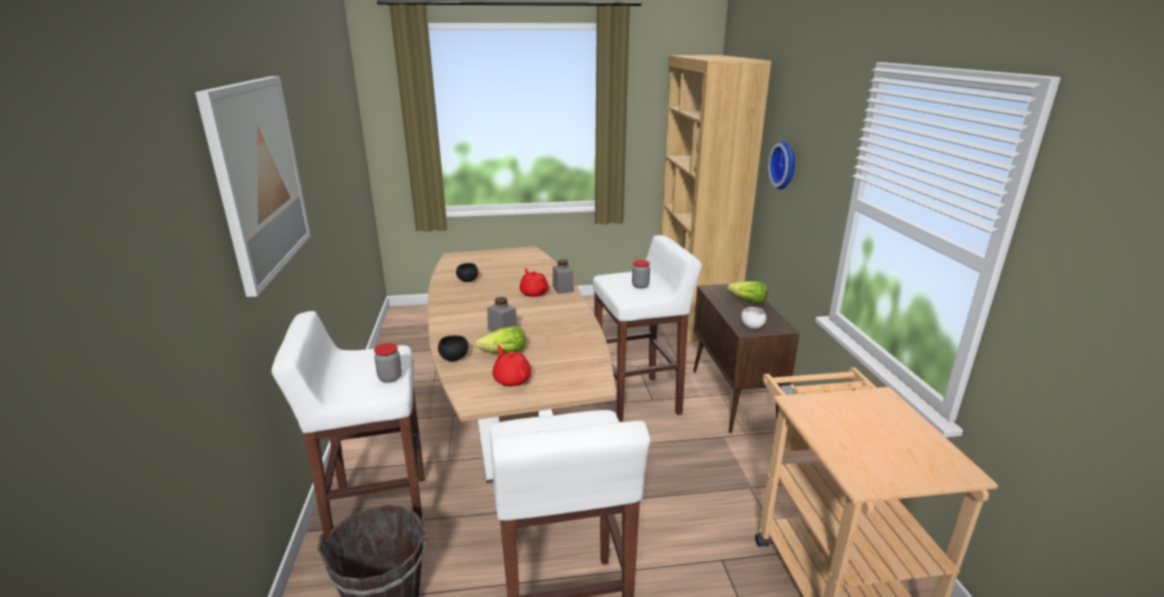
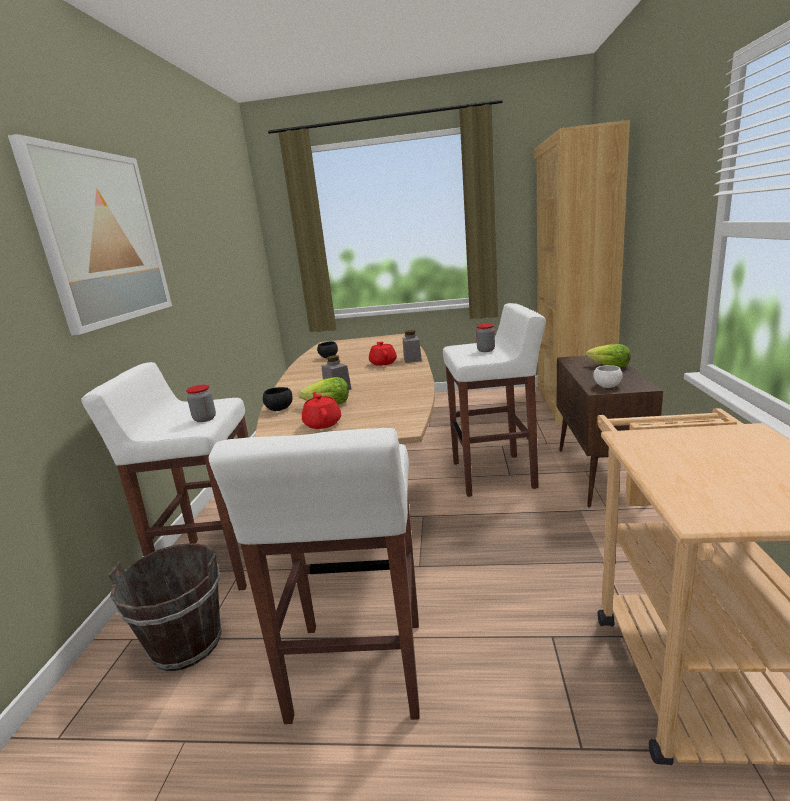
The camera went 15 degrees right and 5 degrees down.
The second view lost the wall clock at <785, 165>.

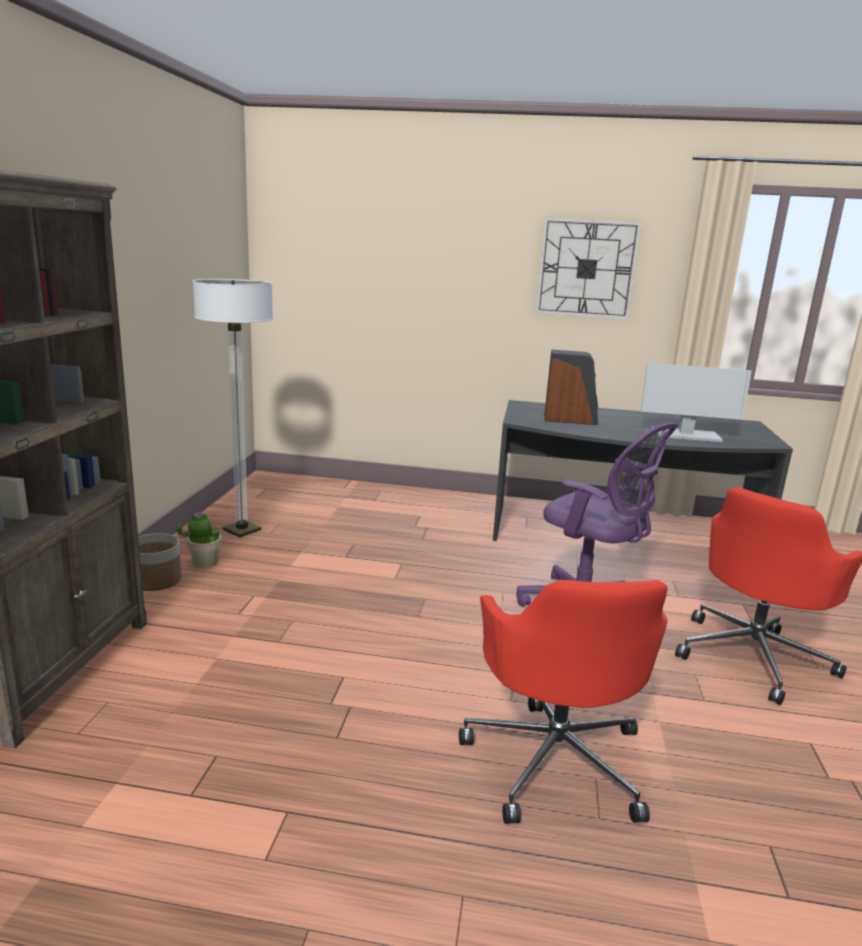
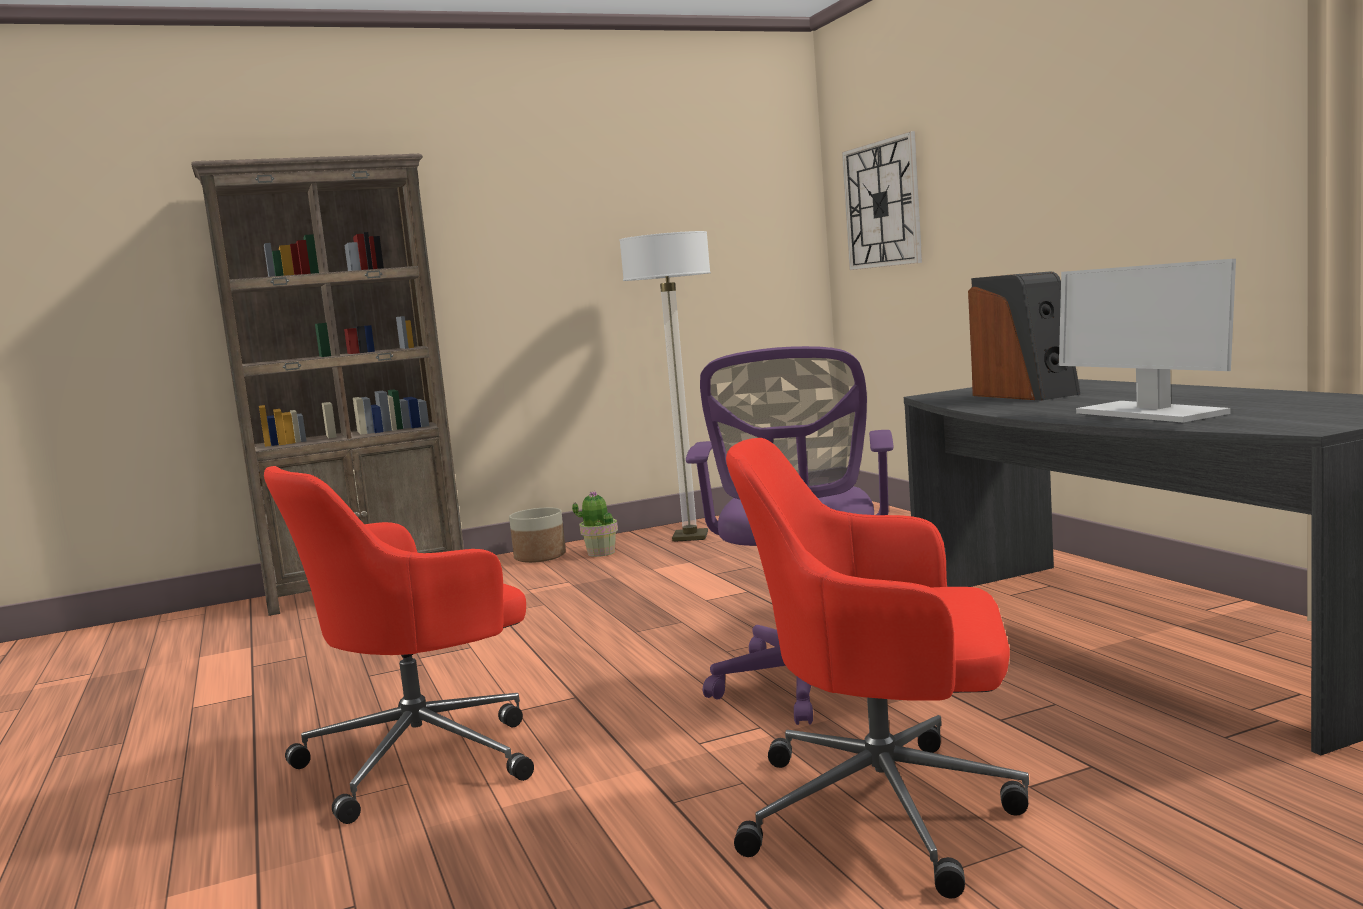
The camera went 60 degrees right and 10 degrees down.
The wall clock ended up elsewhere, having gone from <586, 269> to <882, 204>.

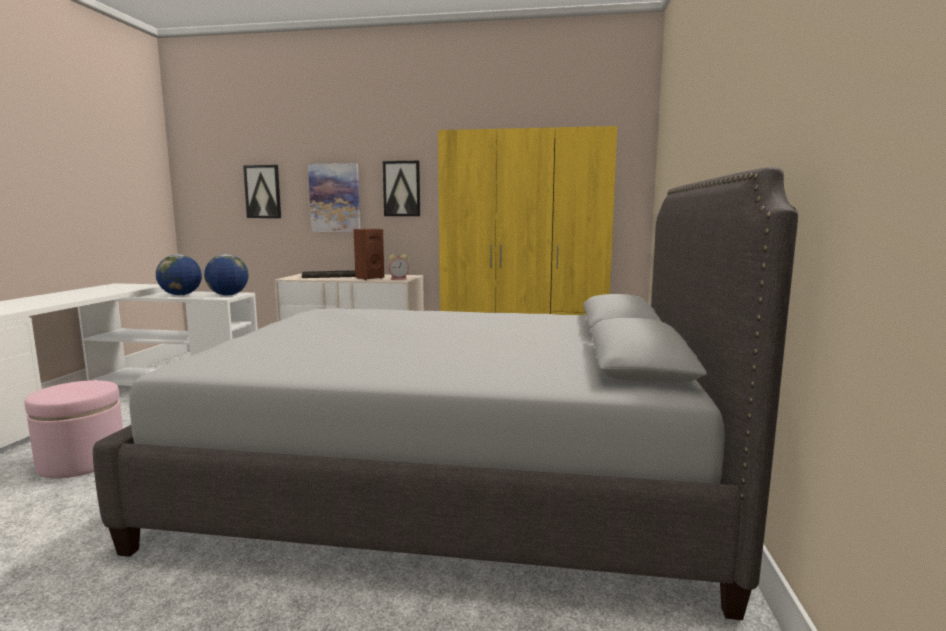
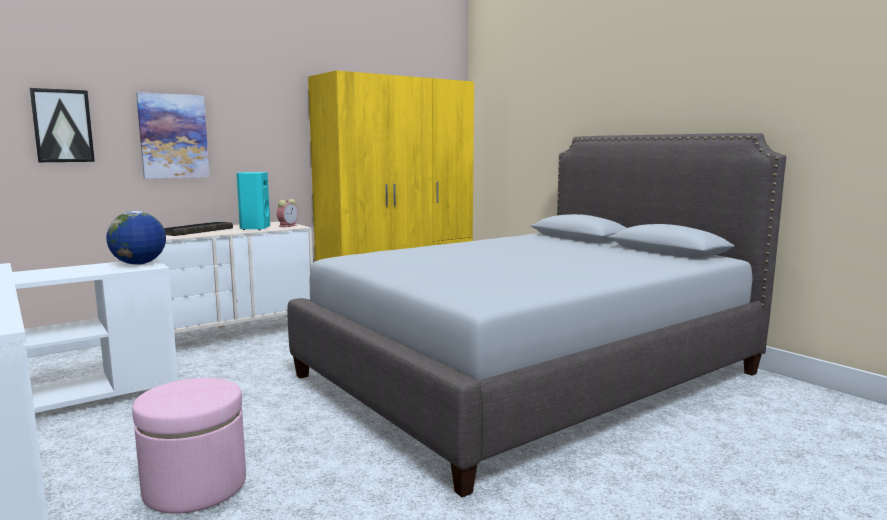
The camera went 45 degrees left and 0 degrees up.
What was the loudspeaker in brown-coloured at <369, 278> turned into the loudspeaker in turquoise-coloured at <254, 228>.
The second view lost the world globe at <181, 295>.
The second view lost the wall art at <402, 188>.

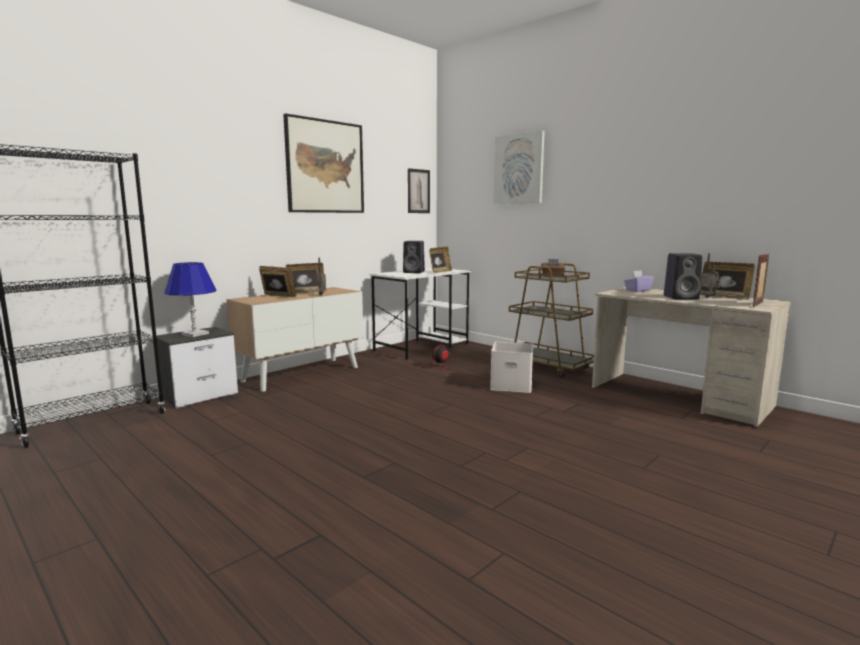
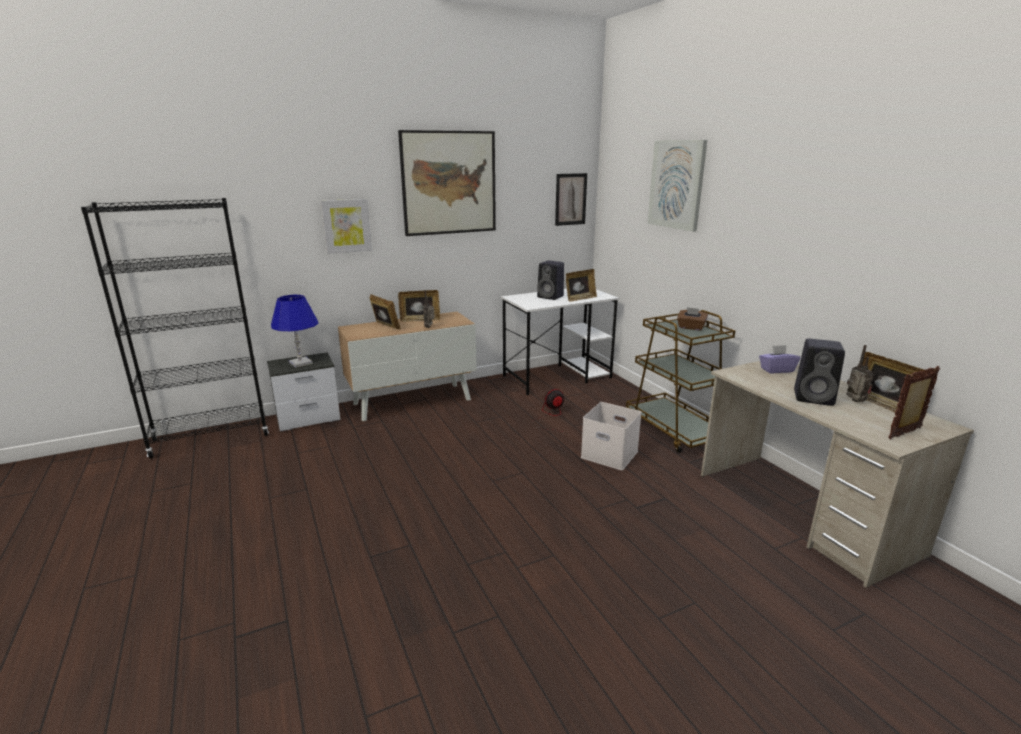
The camera went 20 degrees right and 10 degrees up.
The second view gained the wall art at <346, 226>.

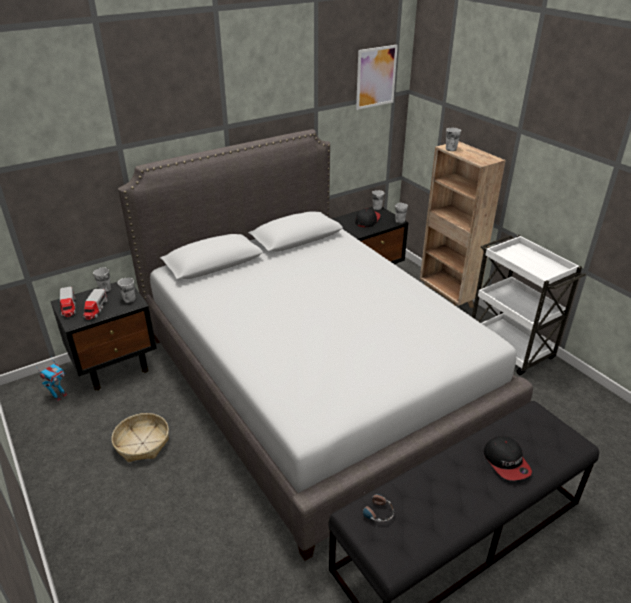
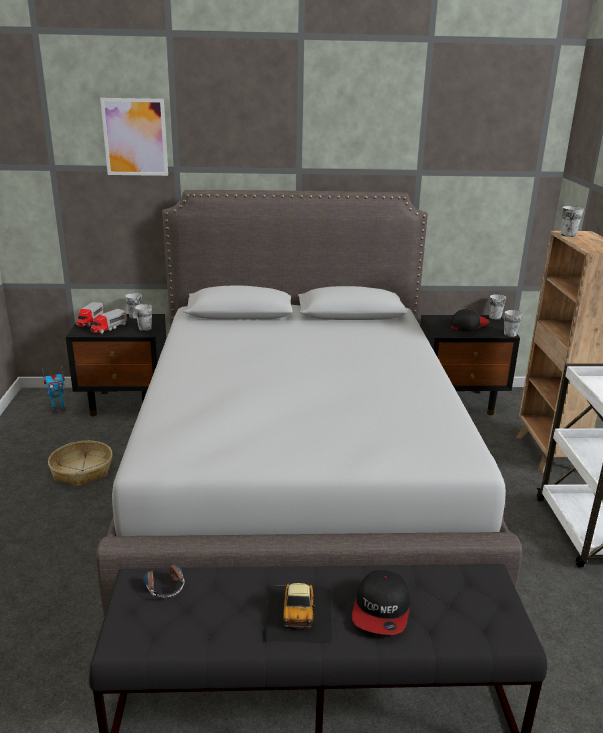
The camera went 30 degrees right and 10 degrees down.
The wall art ended up elsewhere, having gone from <376, 77> to <135, 137>.
The second view gained the miniature car at <299, 612>.

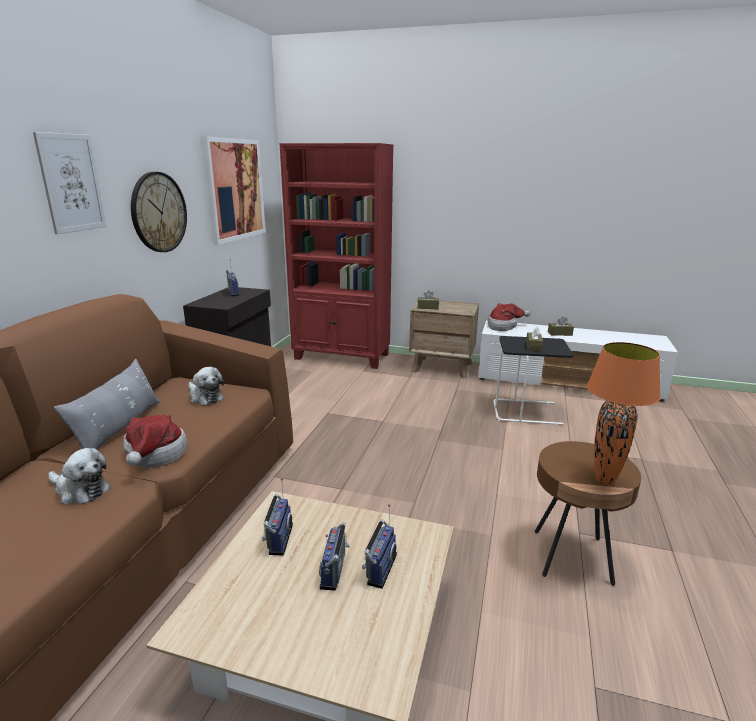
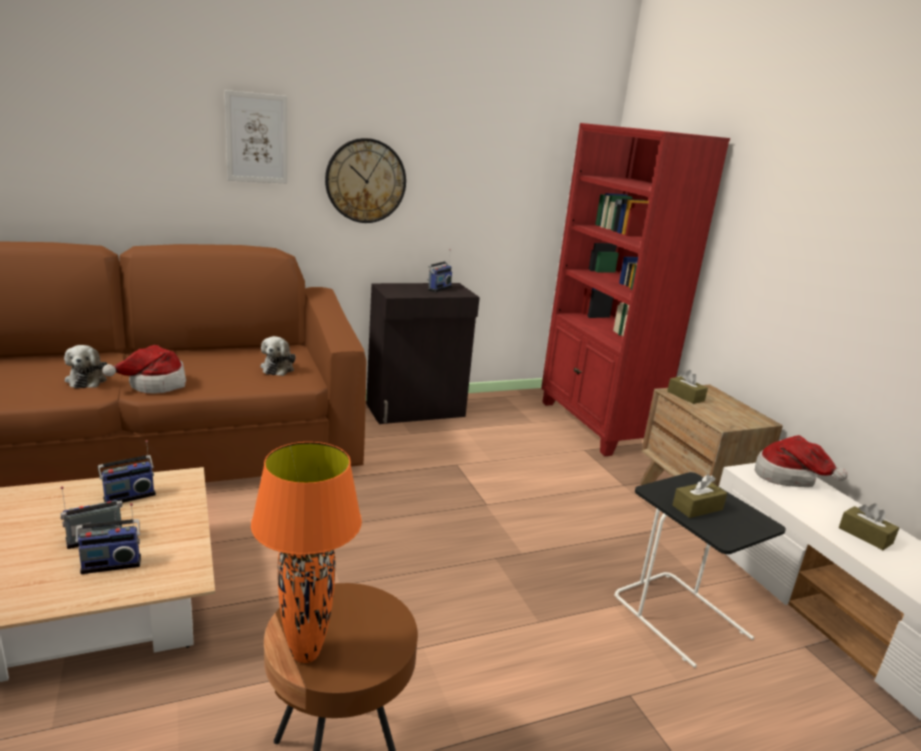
The camera went 50 degrees right and 0 degrees up.
The second view lost the cushion in gray at <119, 428>.
The second view lost the wall art at <235, 189>.

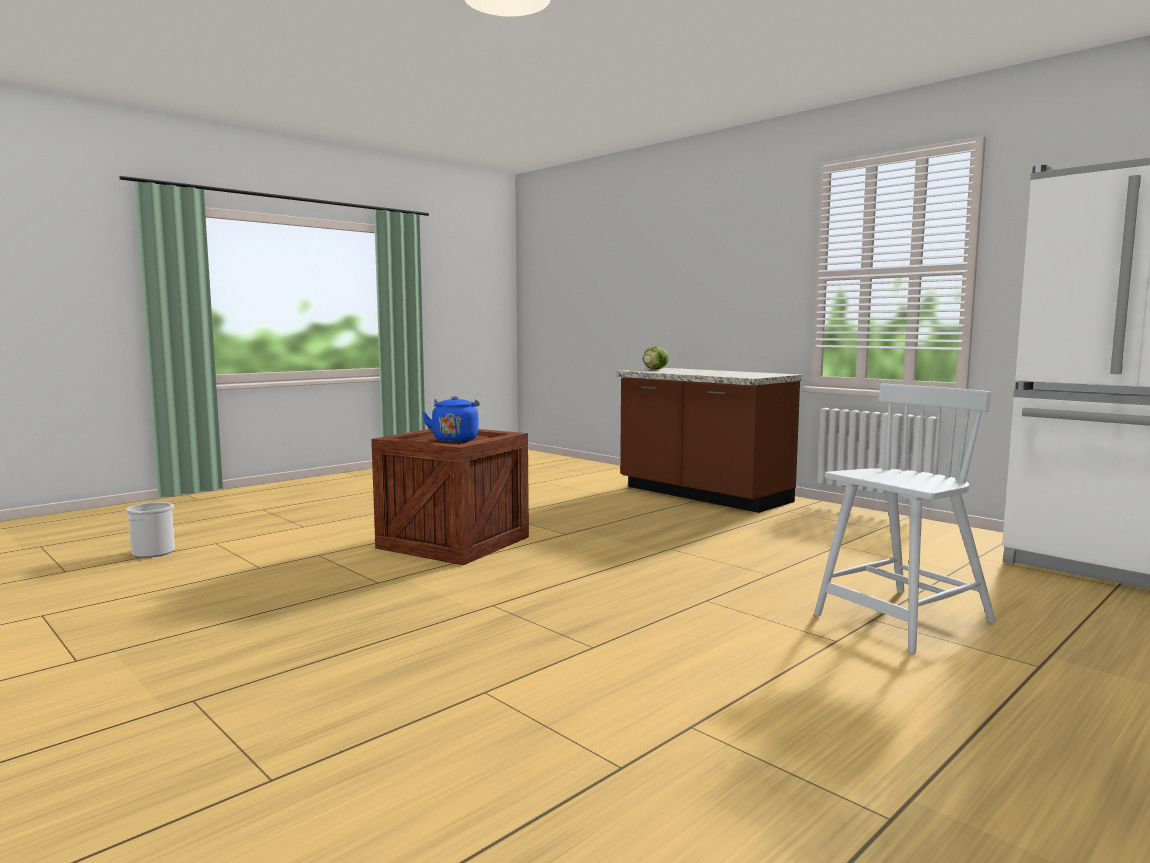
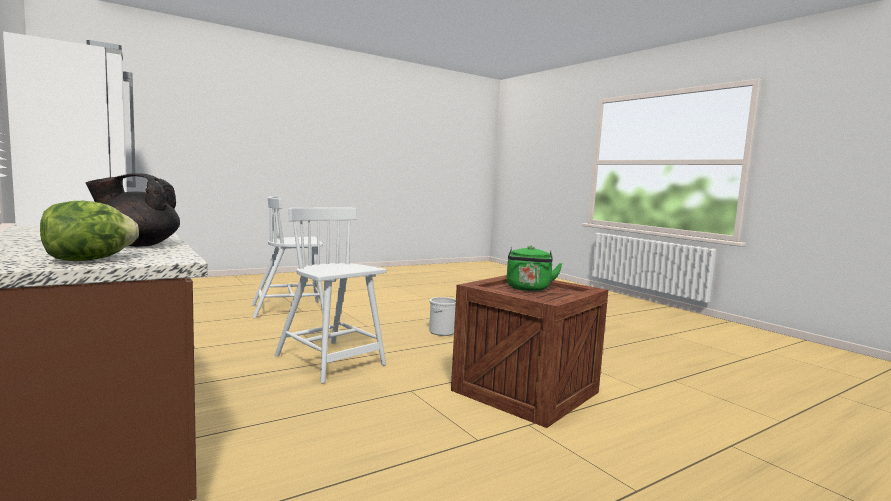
The camera went 170 degrees left and 0 degrees up.
The second view gained the tea pot in blackish at <138, 244>.
The second view gained the chair in whitish at <330, 361>.
The pail ended up elsewhere, having gone from <153, 552> to <442, 332>.
What was the kettle in blue at <455, 440> turned into the kettle in green-coloured at <528, 289>.

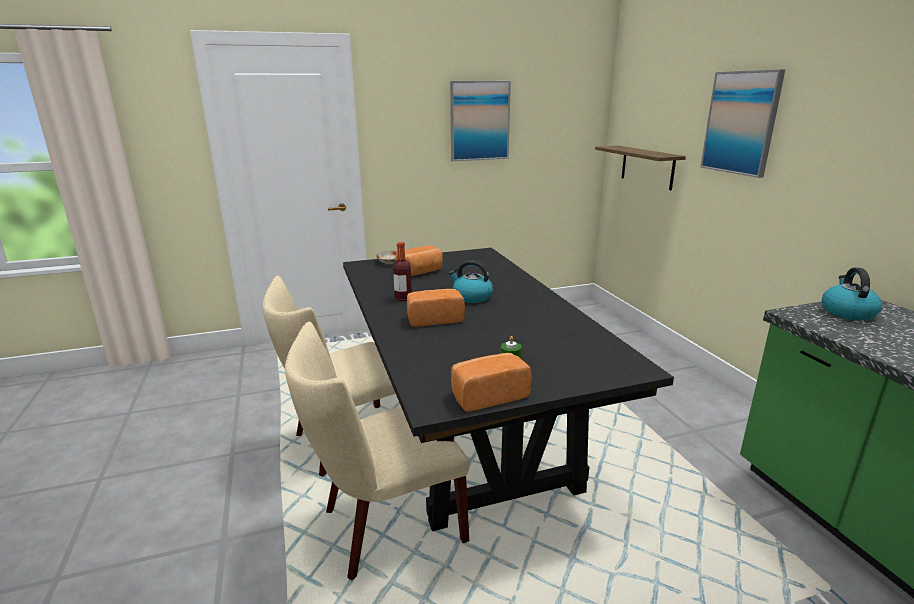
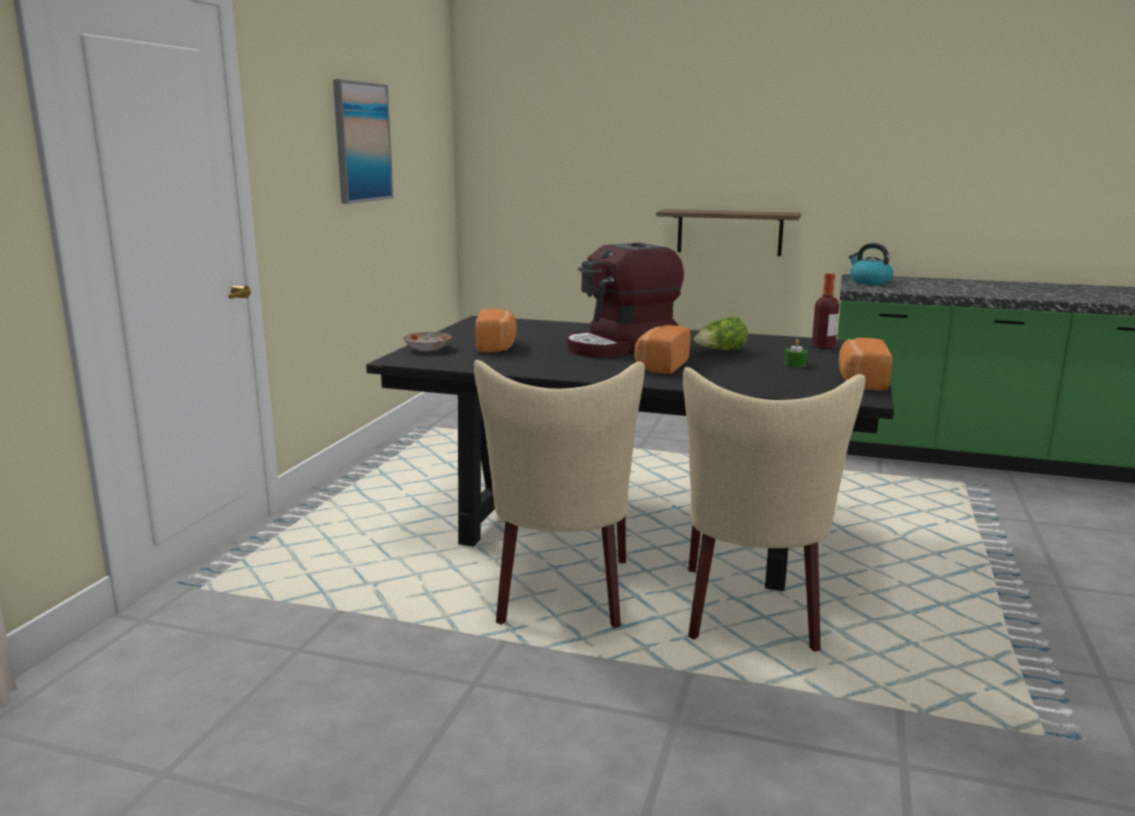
The camera went 55 degrees left and 5 degrees down.
Where the kettle stood at <471, 297>, the coffee brewer came to stand at <621, 347>.
The shelf ended up elsewhere, having gone from <647, 167> to <729, 232>.
The second view gained the lettuce head at <720, 351>.
The drink bottle ended up elsewhere, having gone from <403, 298> to <823, 346>.
The second view lost the wall art at <741, 123>.

